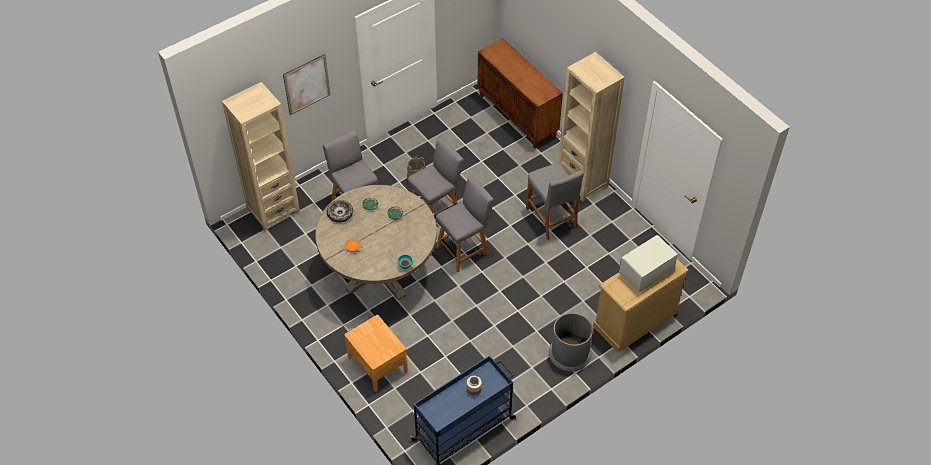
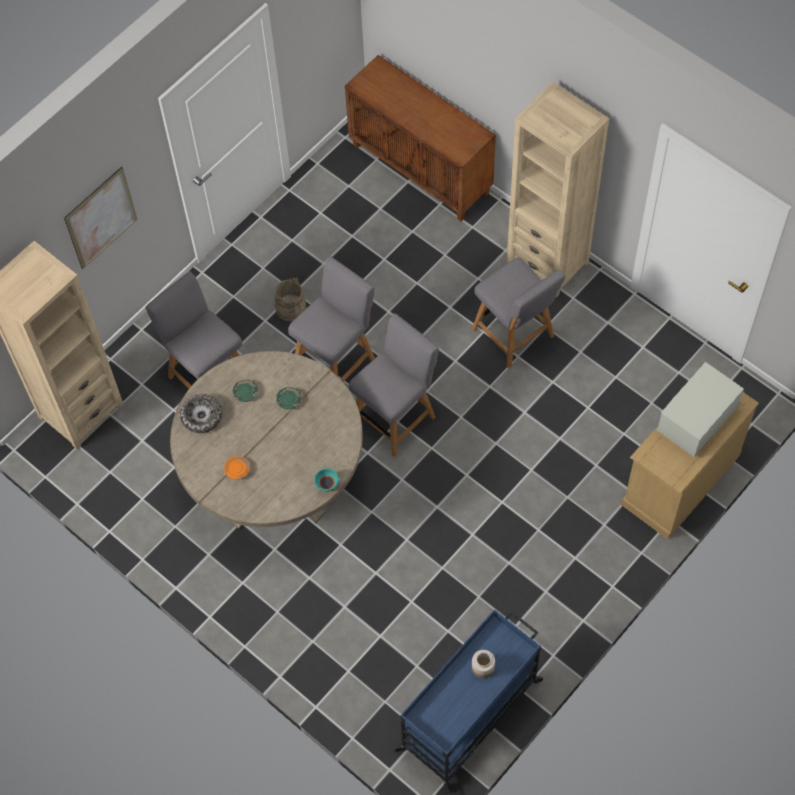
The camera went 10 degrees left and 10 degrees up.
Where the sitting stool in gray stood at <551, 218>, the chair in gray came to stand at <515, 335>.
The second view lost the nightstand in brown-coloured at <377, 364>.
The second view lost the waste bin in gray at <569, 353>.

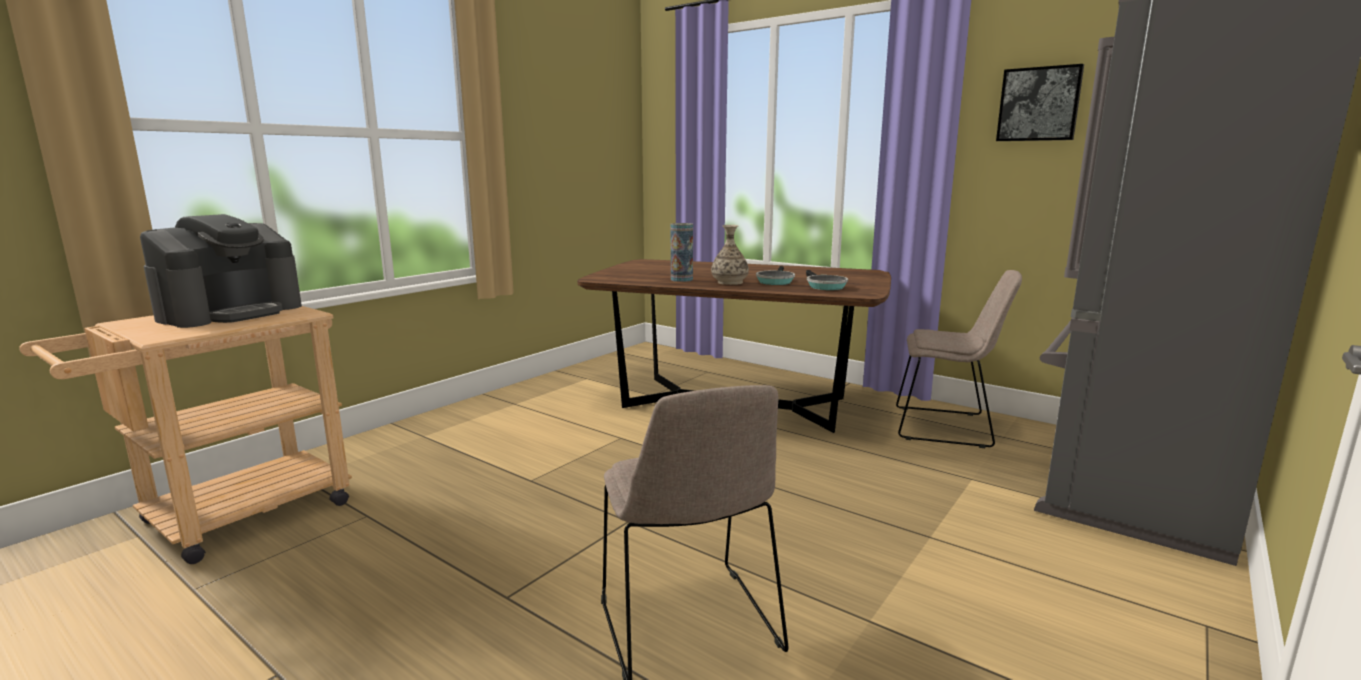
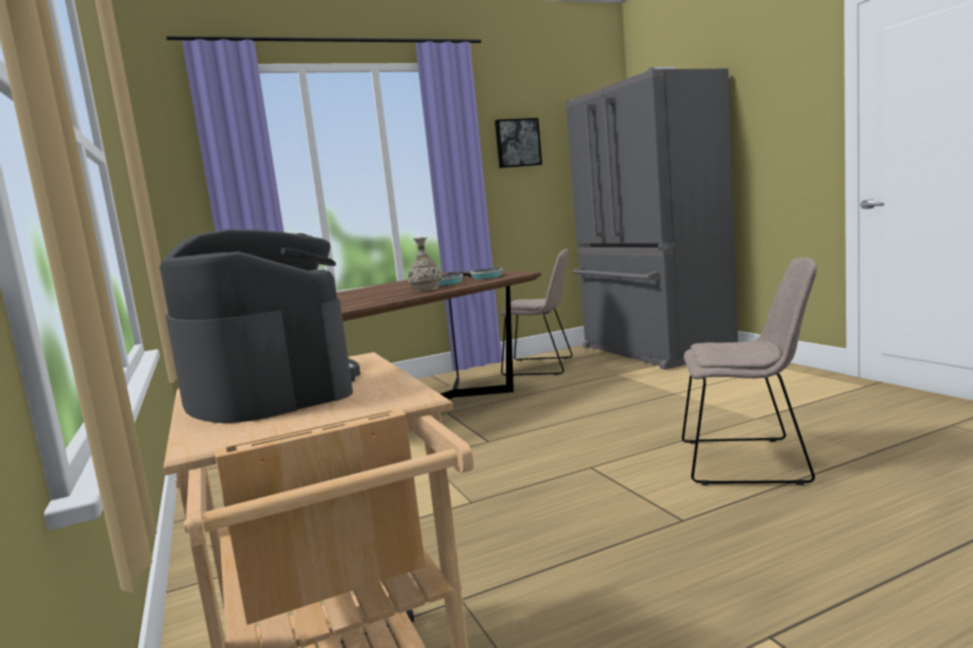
The camera went 60 degrees left and 5 degrees down.
The chair in beige at <946, 427> ended up facing another way, 60 degrees clockwise from before.
The second view lost the decorative vase at <681, 279>.

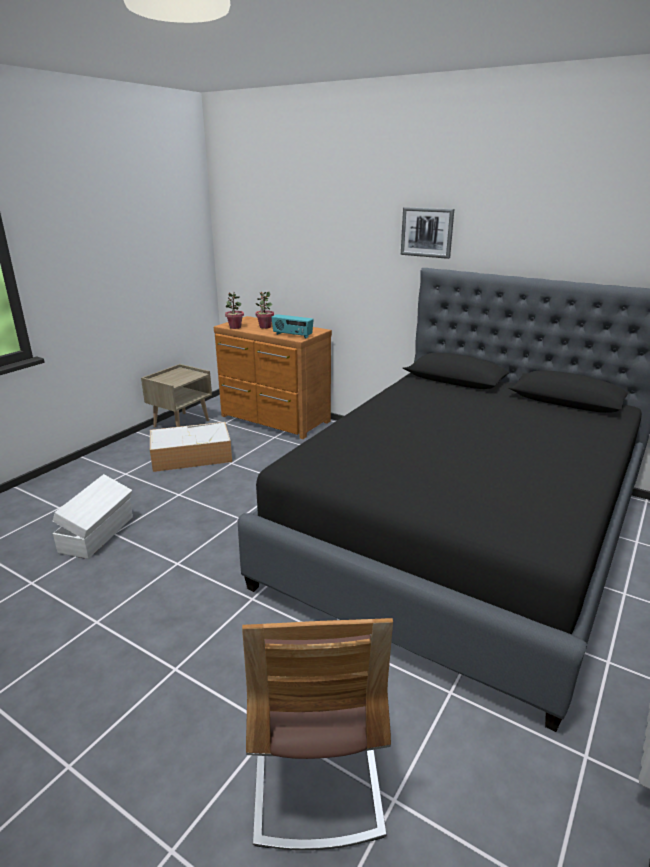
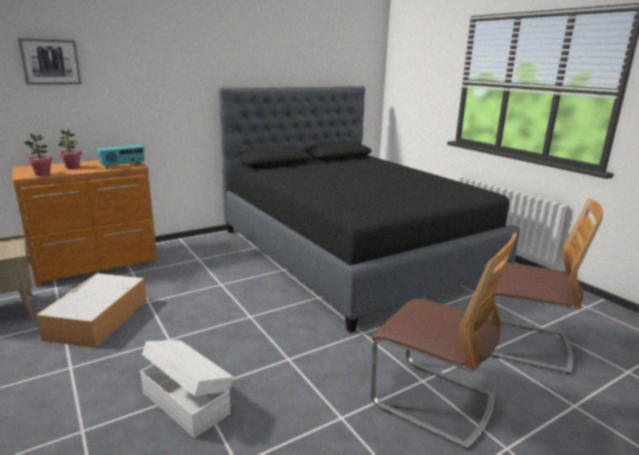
The camera went 65 degrees left and 5 degrees down.
The wall art ended up elsewhere, having gone from <427, 232> to <51, 61>.
The second view gained the chair at <433, 401>.

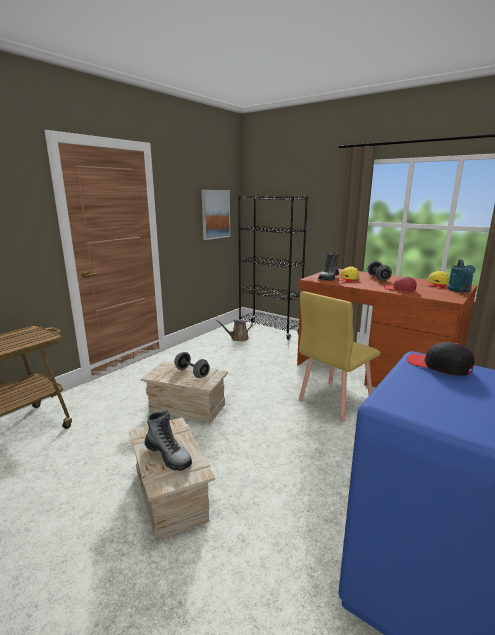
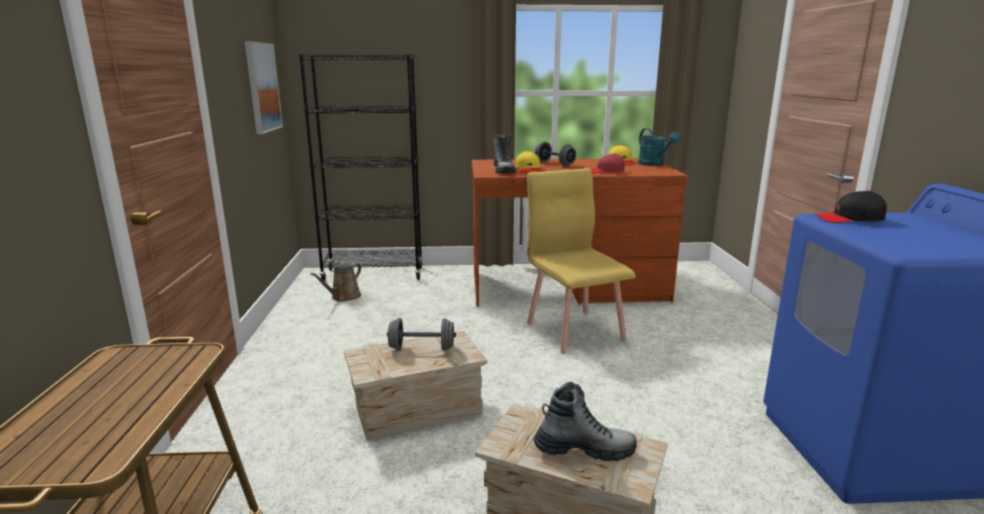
The camera went 40 degrees left and 0 degrees up.
The chair in yellowish at <334, 400> ended up facing another way, 150 degrees clockwise from before.

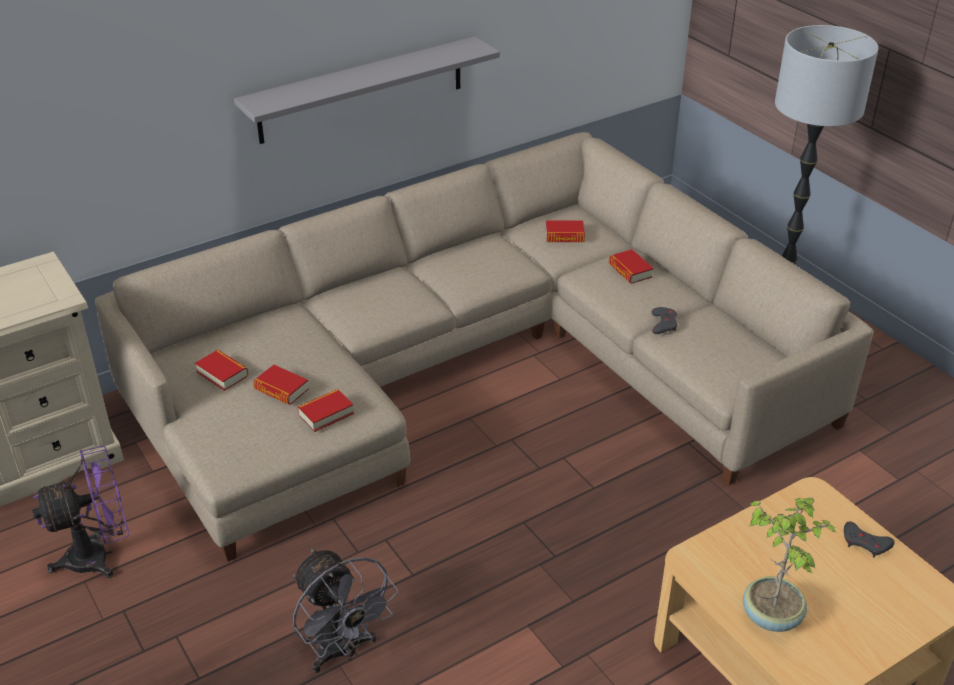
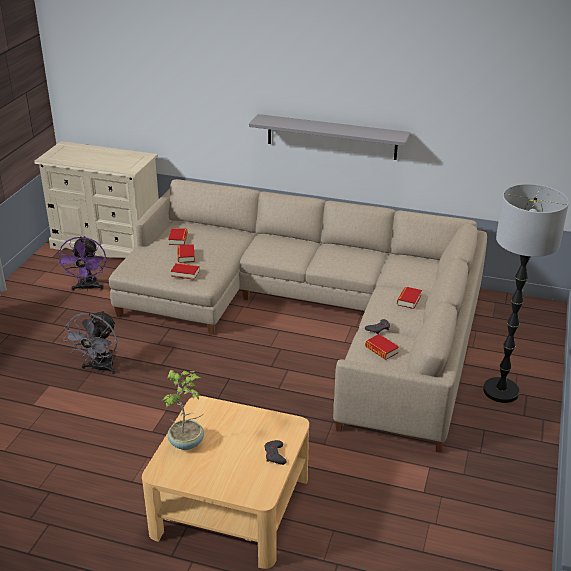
The camera went 50 degrees right and 5 degrees down.
The electric fan in purple at <99, 556> ended up facing another way, 60 degrees clockwise from before.
The bound book ended up elsewhere, having gone from <564, 236> to <381, 350>.

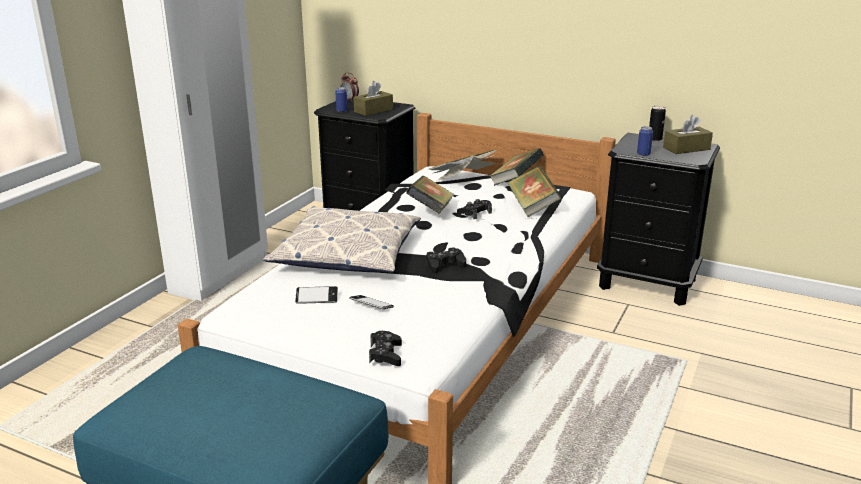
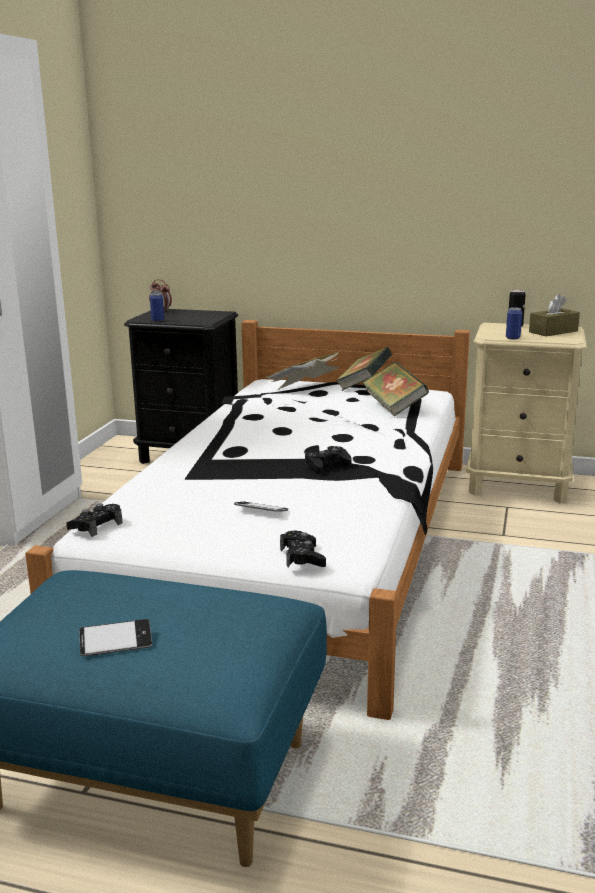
The camera went 10 degrees left and 5 degrees down.
The game controller in blackish ended up elsewhere, having gone from <475, 213> to <96, 526>.
The phone ended up elsewhere, having gone from <316, 298> to <116, 643>.
What was the nightstand in blackish at <647, 283> turned into the nightstand in beige at <518, 486>.
The second view lost the cushion at <347, 253>.
The second view lost the tissue box in brown-coloured at <373, 110>.
The second view lost the bound book at <431, 211>.

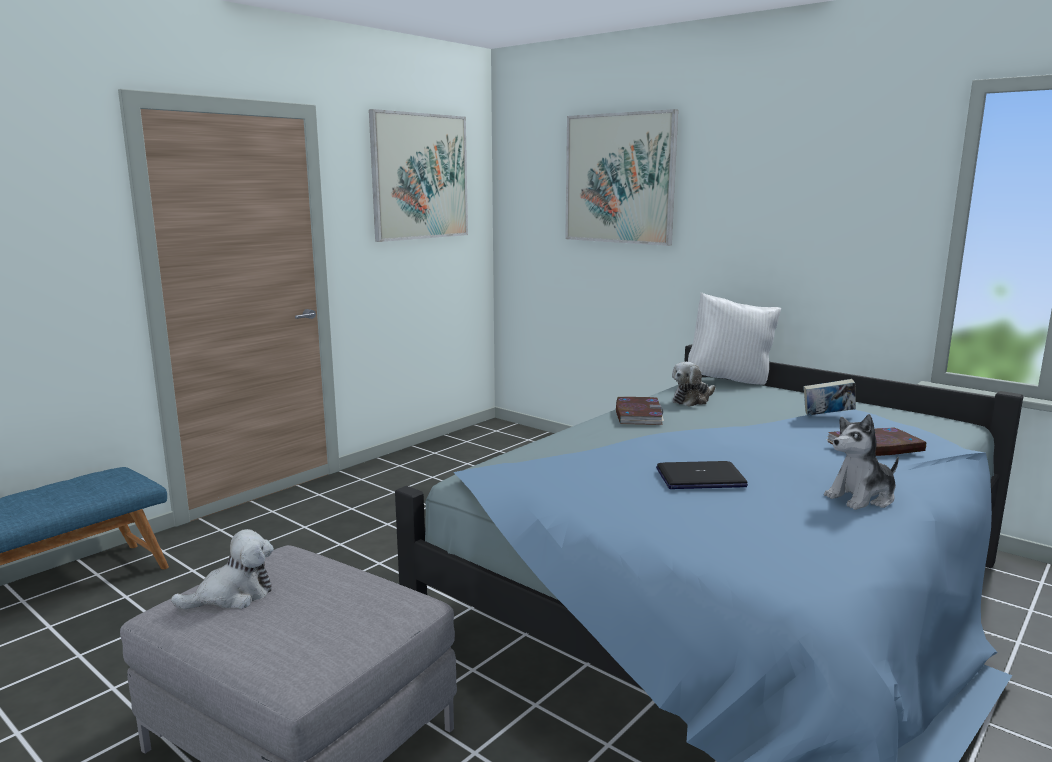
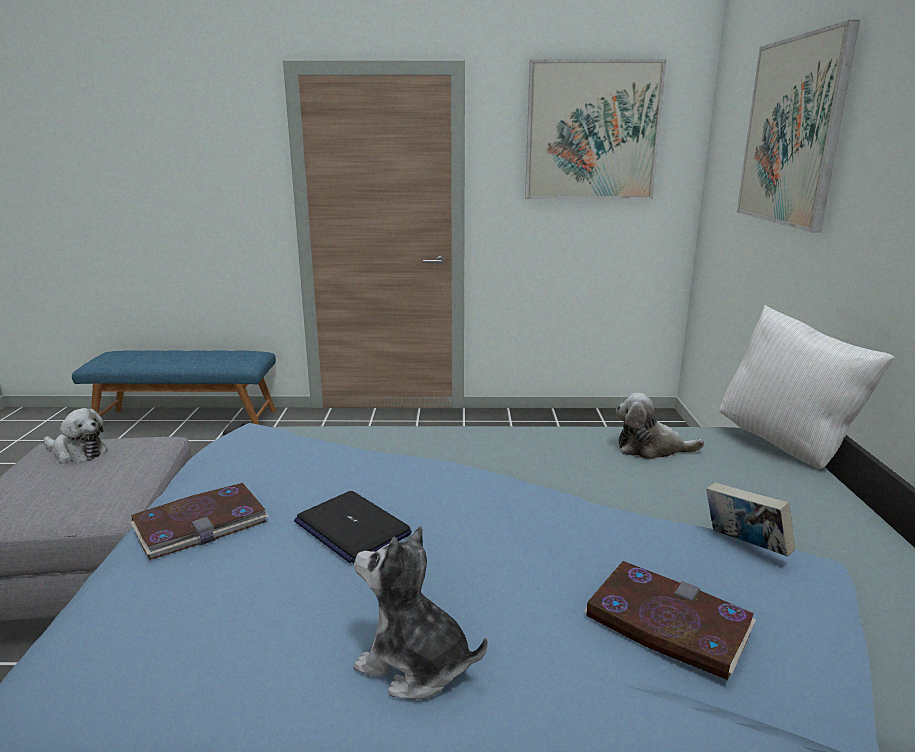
The camera went 50 degrees right and 5 degrees up.
The bound book ended up elsewhere, having gone from <638, 414> to <201, 524>.

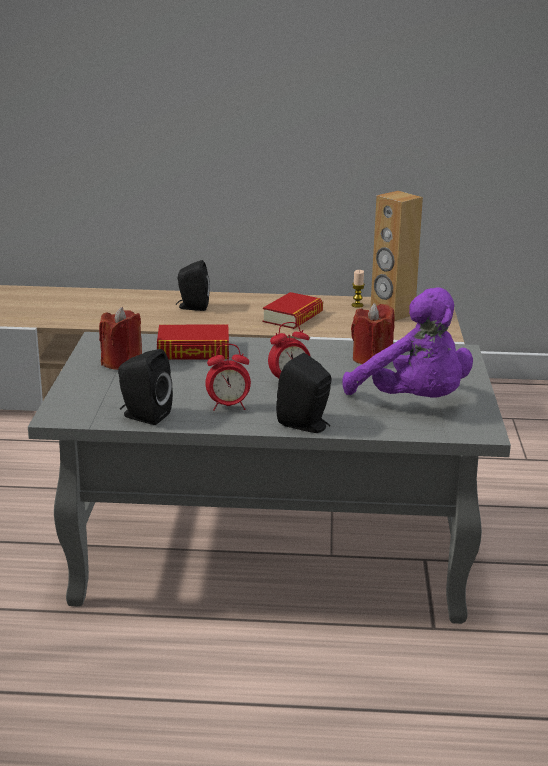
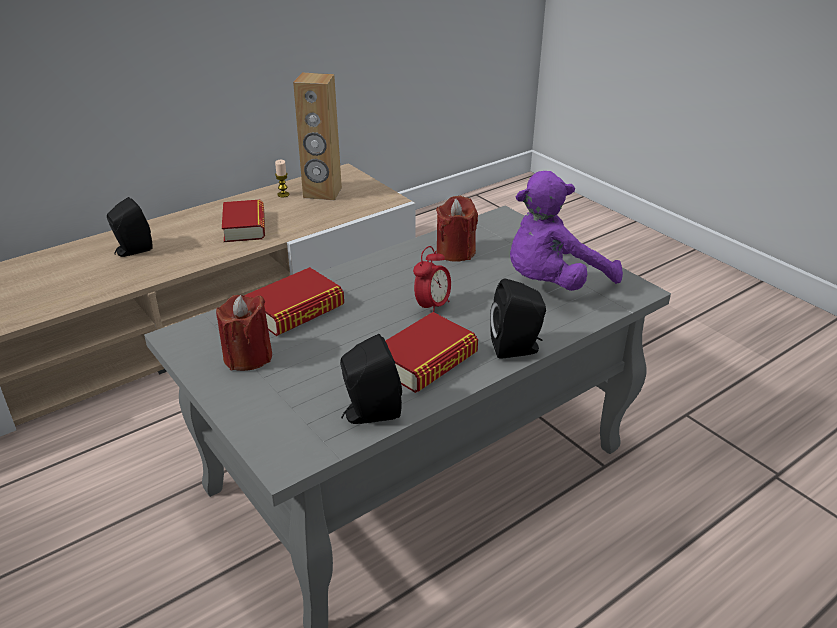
The camera went 40 degrees left and 10 degrees up.
Where the alarm clock stood at <228, 406>, the bound book came to stand at <426, 361>.
The plush toy in purple at <413, 402> ended up facing another way, 135 degrees clockwise from before.

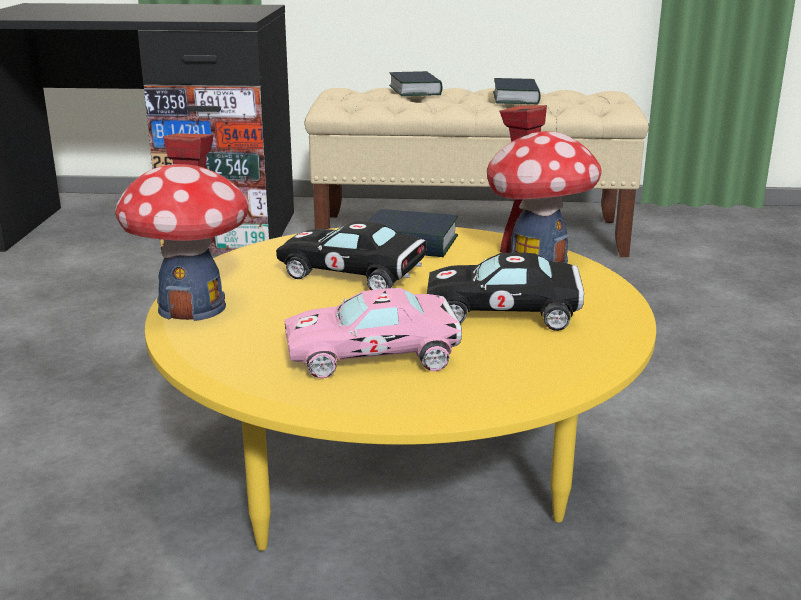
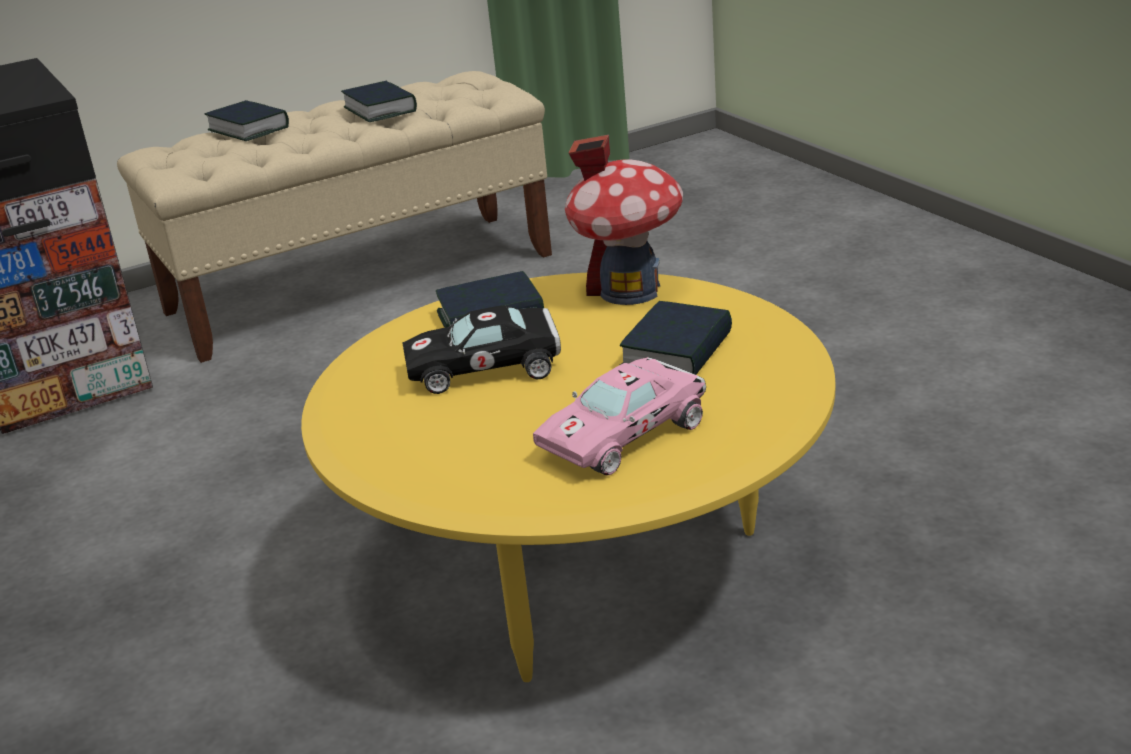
The camera went 30 degrees left and 5 degrees up.
Where the miniature car in blackish stood at <509, 312>, the bound book came to stand at <677, 351>.
The second view lost the miniature house at <192, 307>.

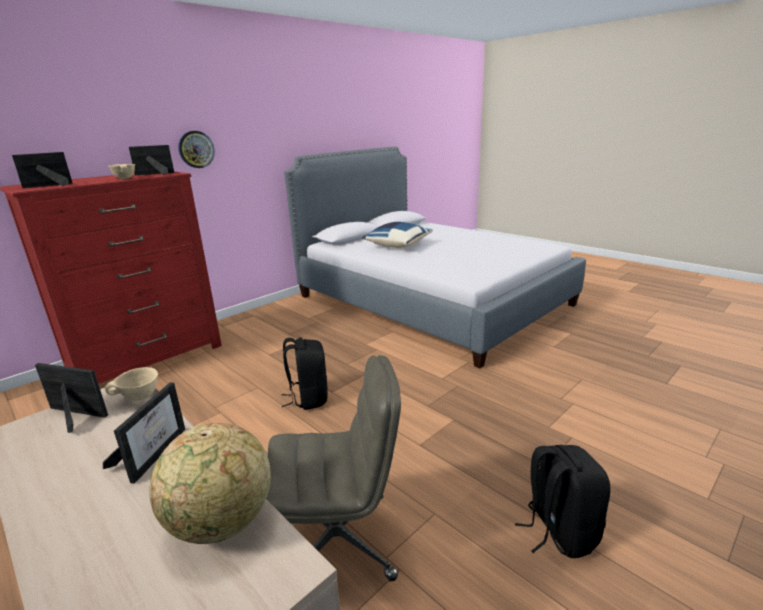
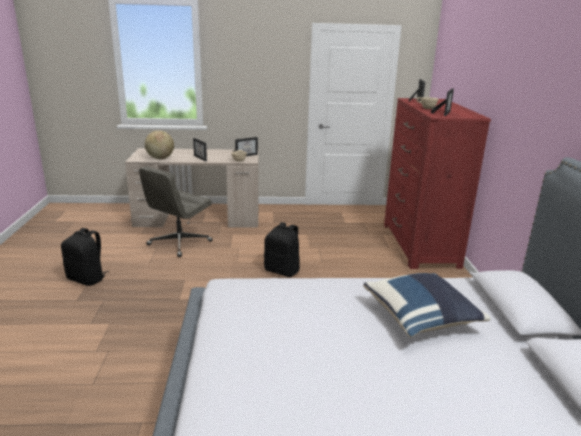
The camera went 130 degrees right and 0 degrees up.
The second view lost the wall clock at <196, 149>.

